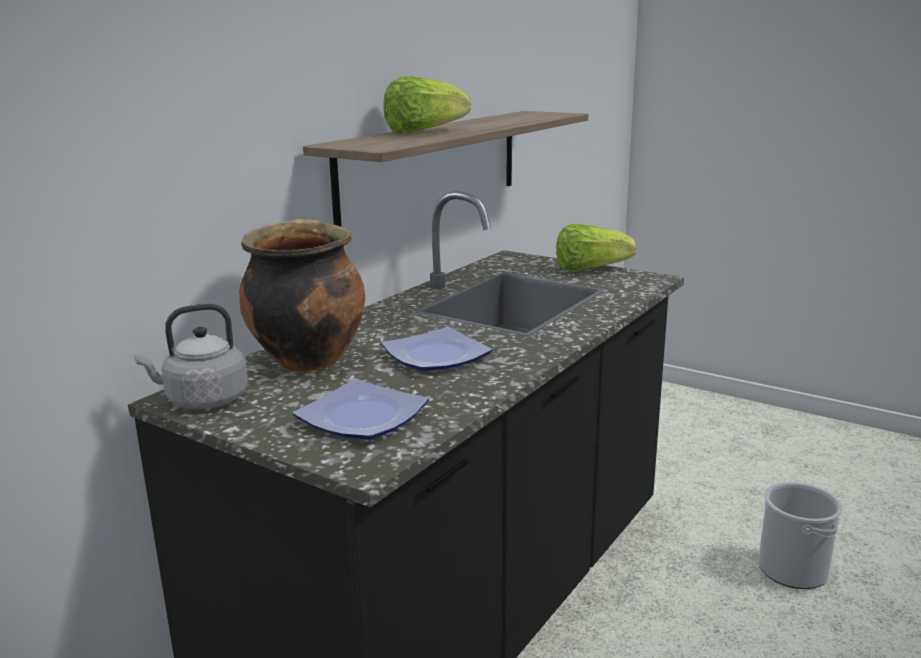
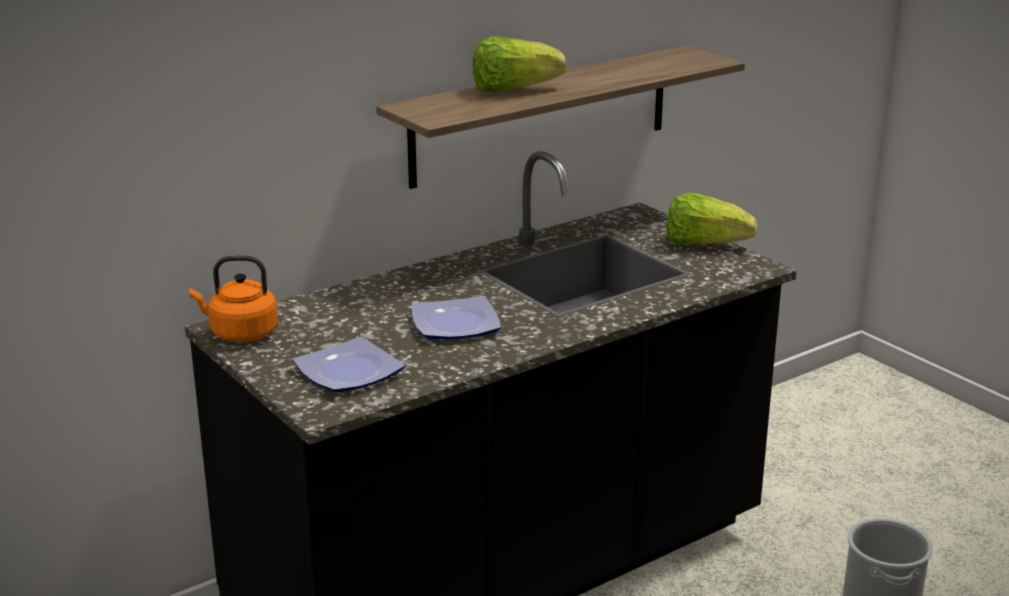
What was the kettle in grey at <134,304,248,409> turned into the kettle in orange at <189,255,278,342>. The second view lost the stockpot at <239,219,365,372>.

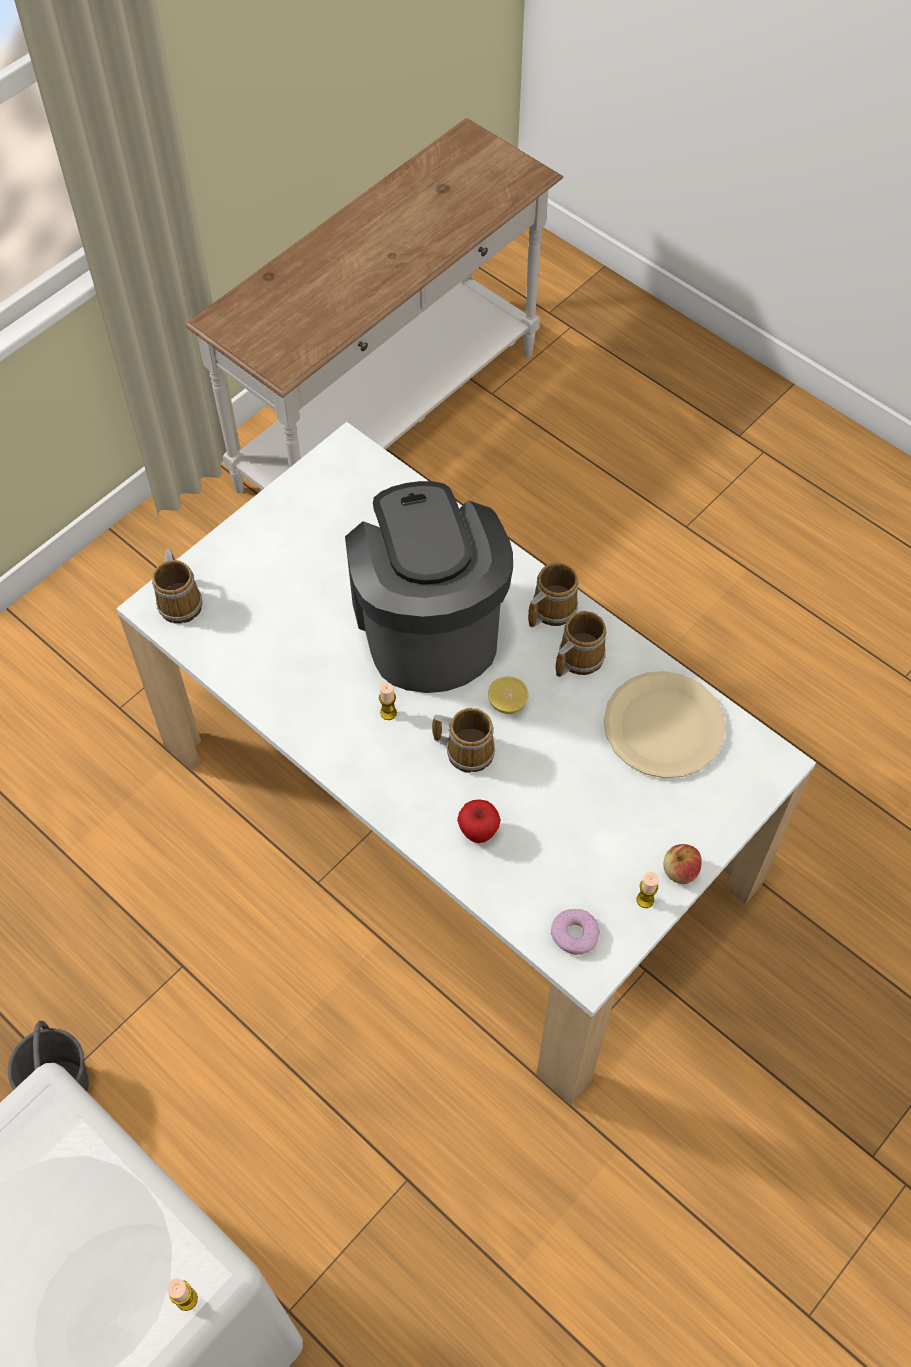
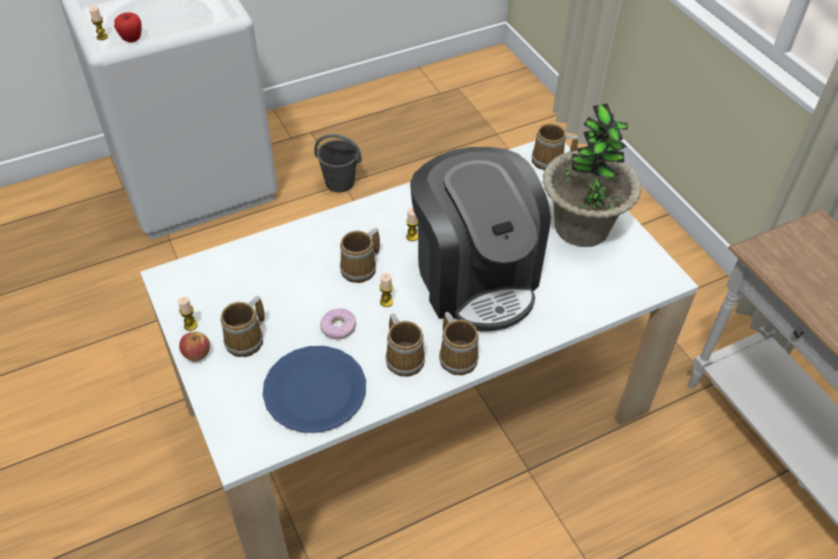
The coffee machine at <345,481,513,693> ended up facing another way, 60 degrees clockwise from before. The whole apple ended up elsewhere, having gone from <457,799,501,843> to <114,12,141,43>. Where the lemon stood at <488,677,529,714>, the candle came to stand at <379,273,393,307>. The doughnut ended up elsewhere, having gone from <551,909,600,955> to <320,308,356,339>. What was the plate in beige at <604,671,726,778> turned into the plate in blue-coloured at <263,346,366,433>. The second view gained the coffee mug at <220,296,265,357>. The second view gained the plant in a pot at <543,103,642,247>.

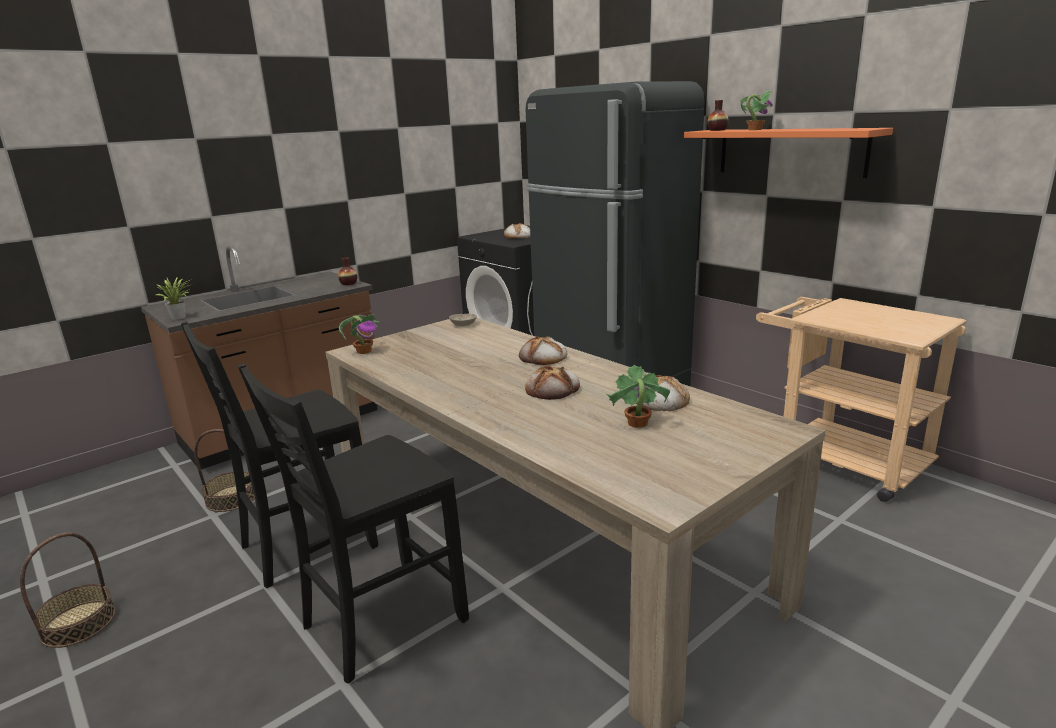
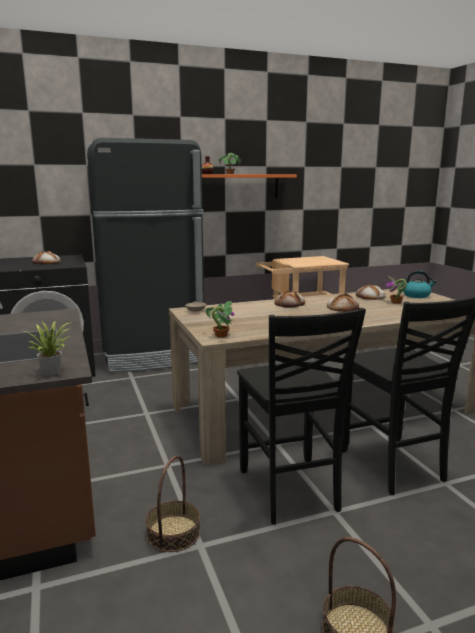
The second view lost the vase at <338,257,358,285>. The second view gained the kettle at <403,270,436,298>.

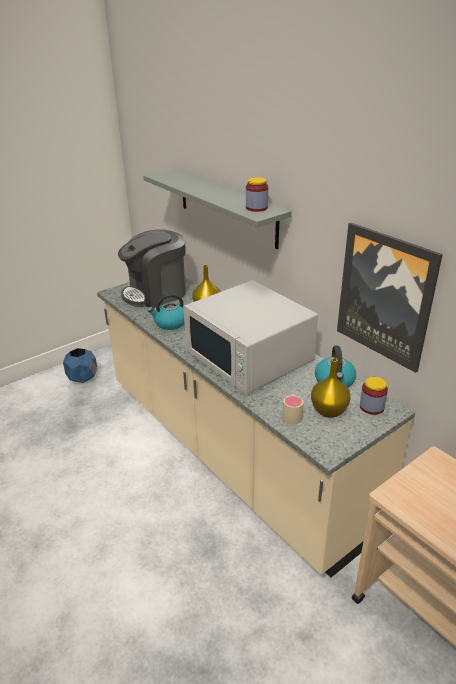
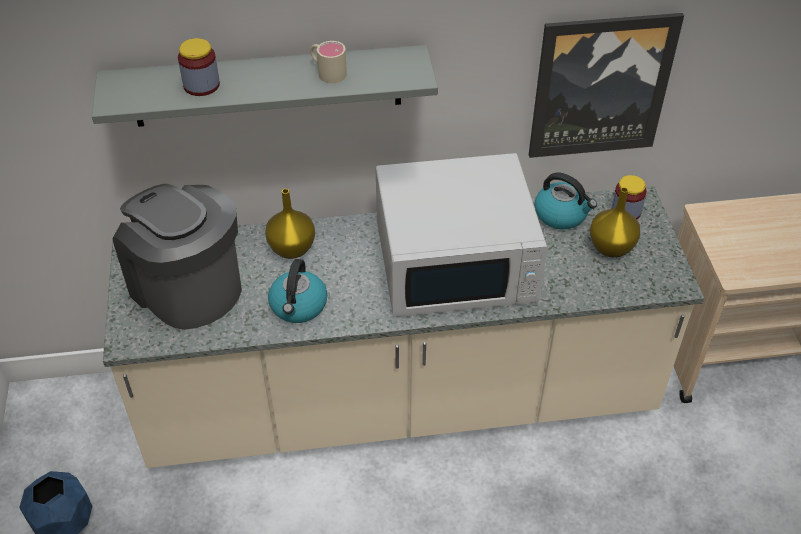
The coffee machine at <118,229,186,307> ended up facing another way, 135 degrees clockwise from before. The preserve jar ended up elsewhere, having gone from <246,177,268,212> to <178,38,220,96>. The coffee mug in beige ended up elsewhere, having gone from <283,394,304,424> to <310,41,347,83>.

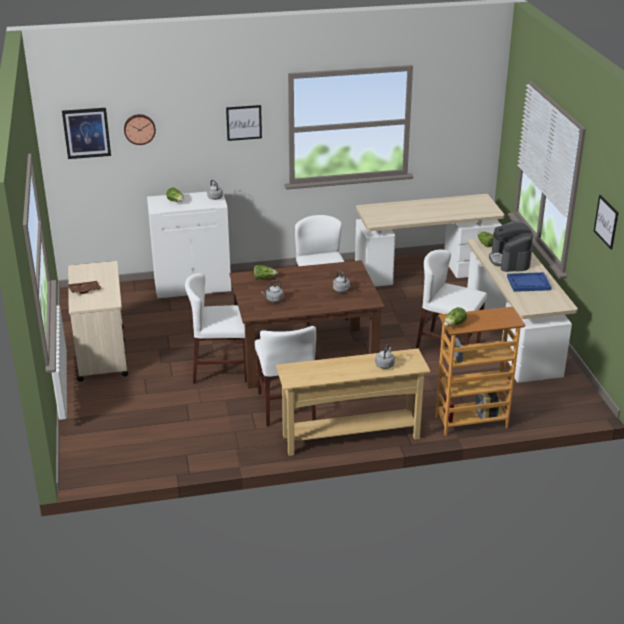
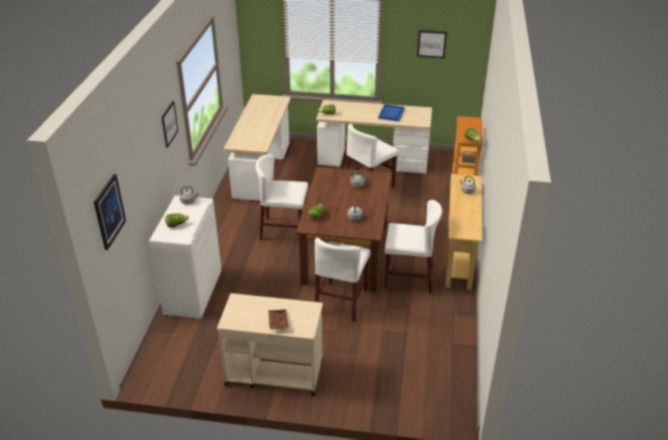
The second view lost the clock on the wall at <124,114,156,145>. The second view lost the coffee machine at <489,221,533,272>.

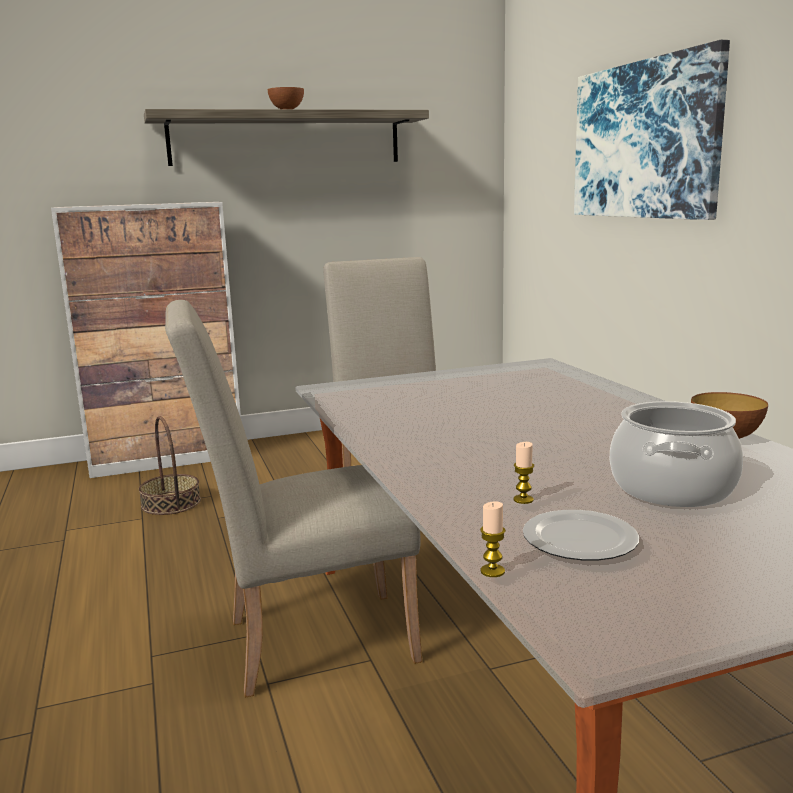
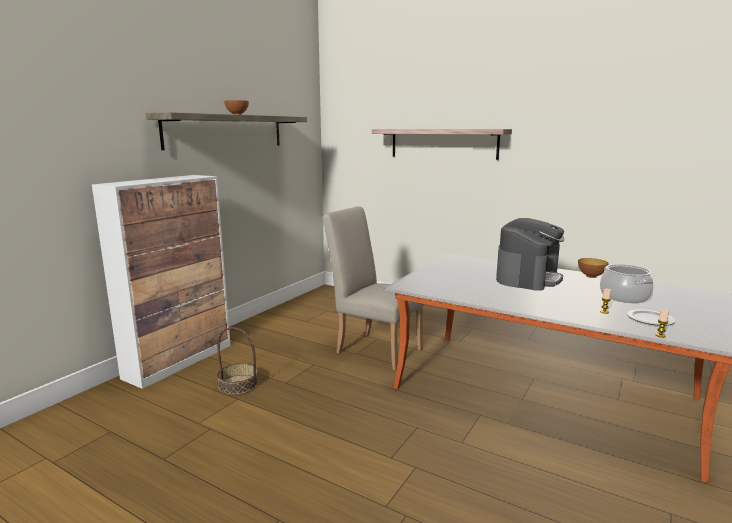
The second view lost the chair in beige at <165,300,422,698>. Where the wall picture hung at <574,40,730,220>, the bracket shelf came to hang at <372,129,512,160>. The second view gained the coffee machine at <496,218,565,291>.

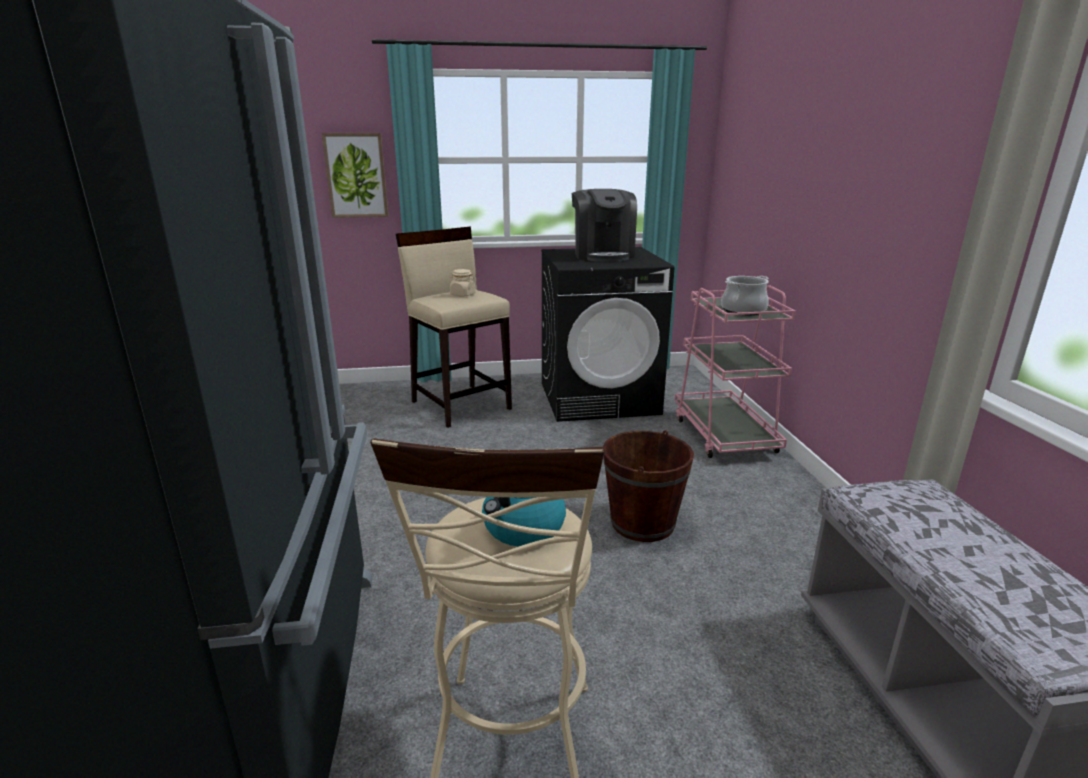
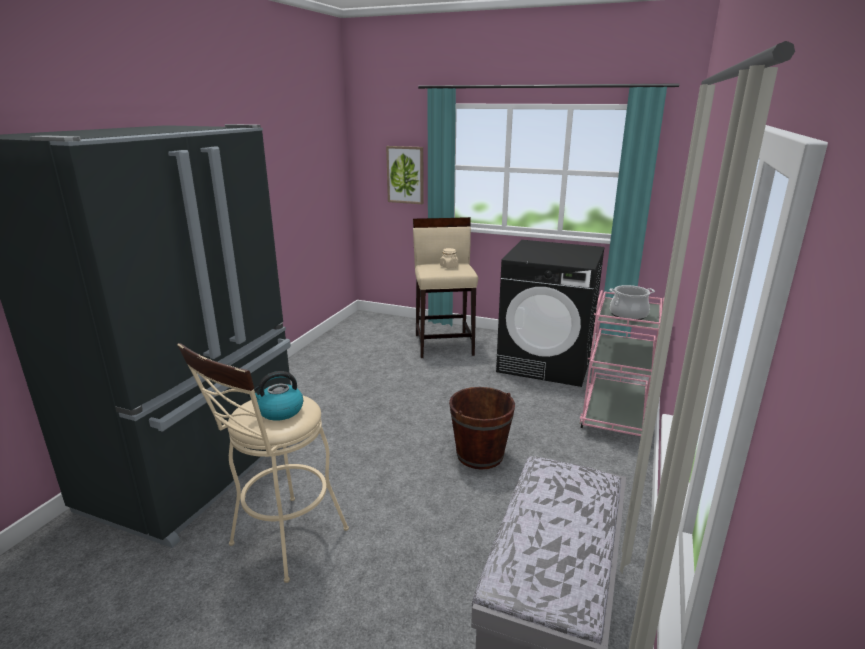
The second view lost the coffee machine at <572,189,637,262>.

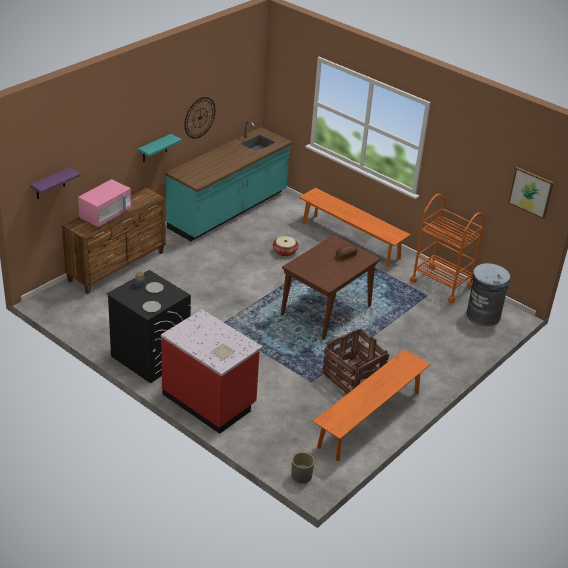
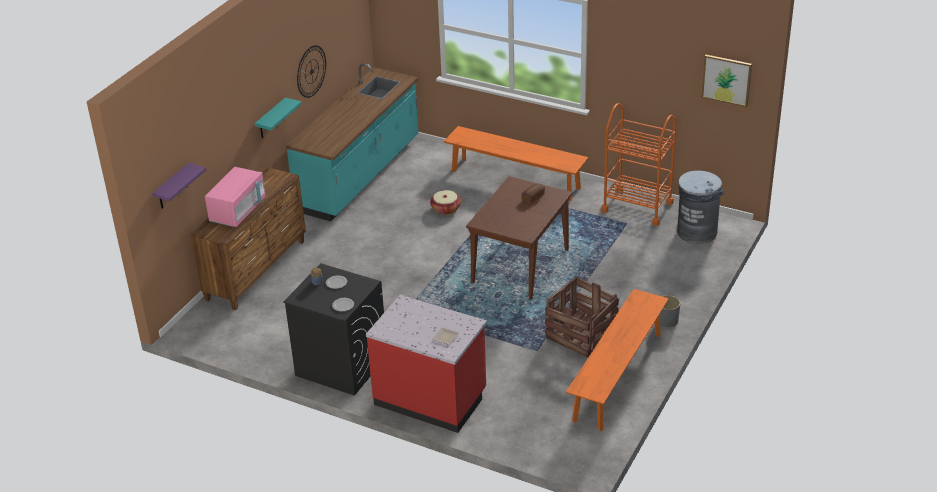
The flower pot in grey ended up elsewhere, having gone from <291,452,315,484> to <660,295,680,327>.

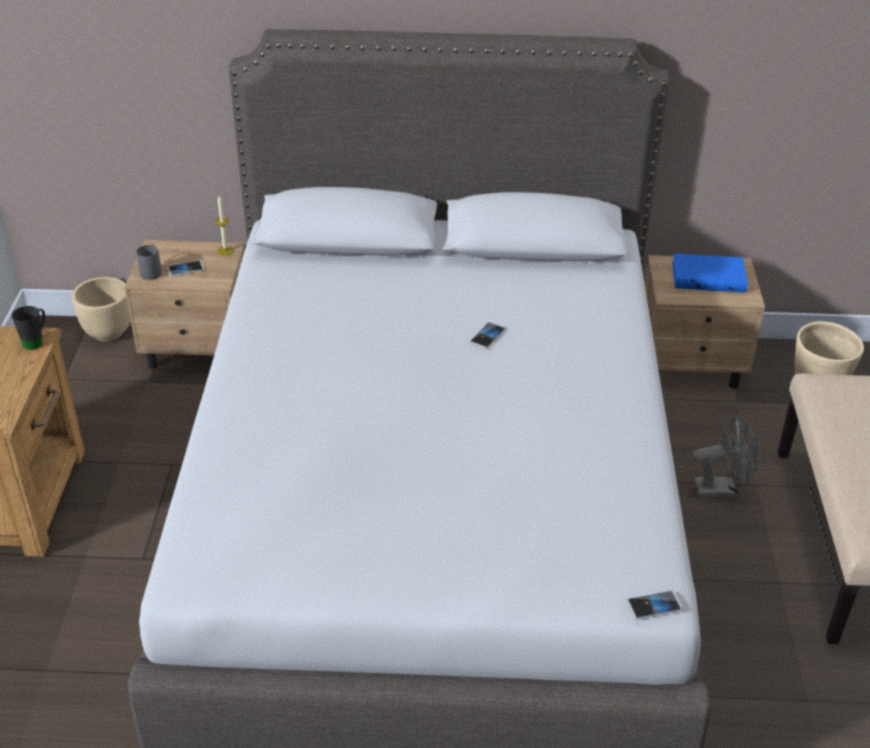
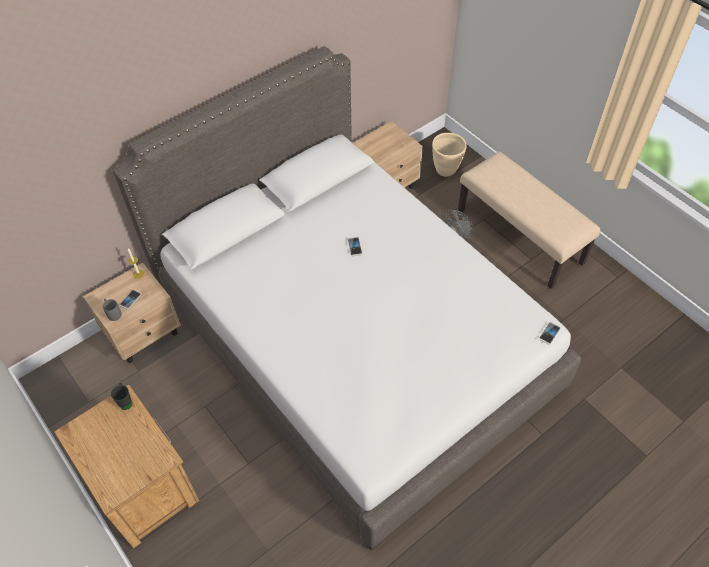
The second view lost the flower pot in beige at <72,277,131,342>. The second view lost the book in blue-coloured at <672,253,748,293>.

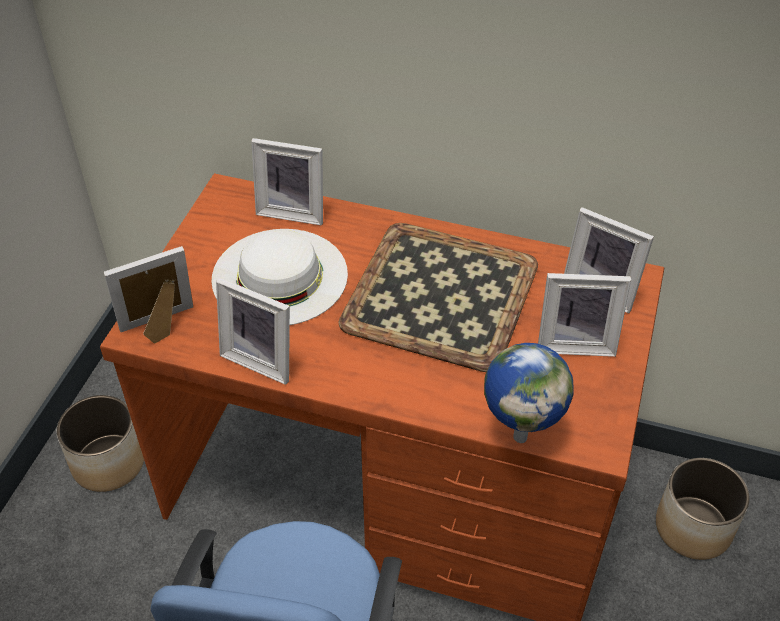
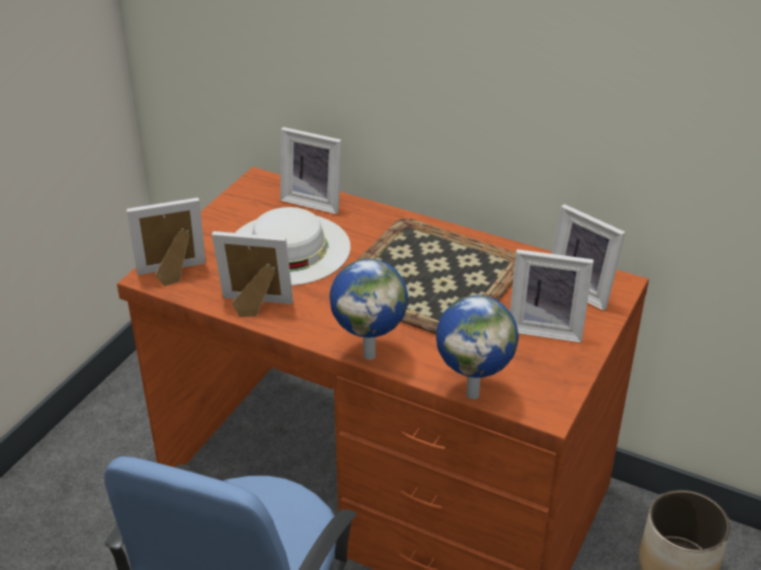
The second view lost the flower pot at <57,395,144,492>. The photo frame at <216,277,290,385> ended up facing another way, 150 degrees clockwise from before. The second view gained the world globe at <330,259,409,360>.

